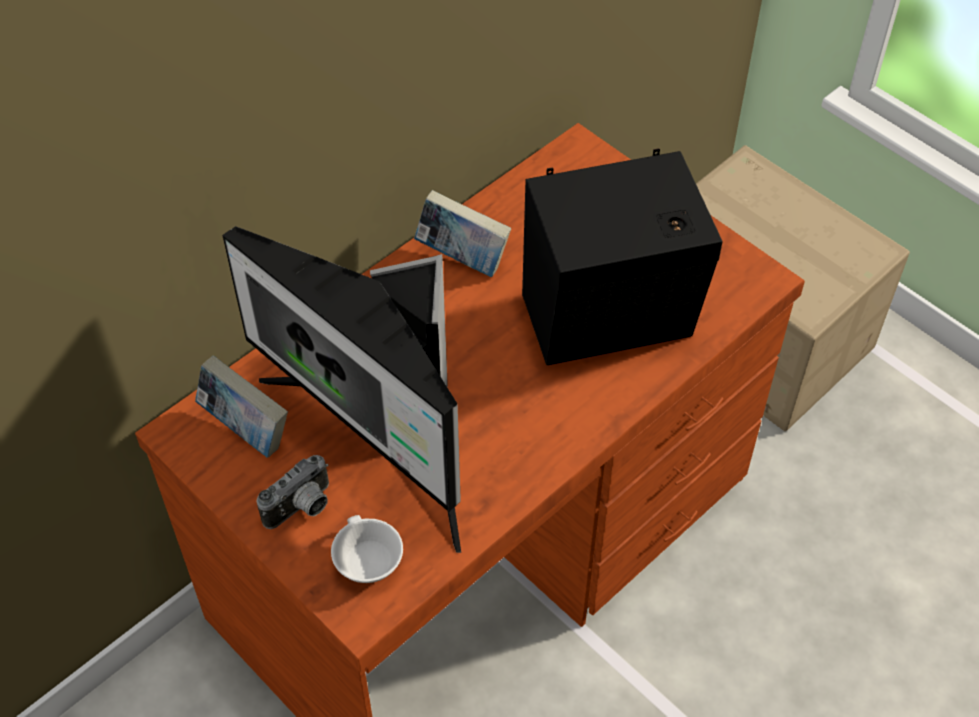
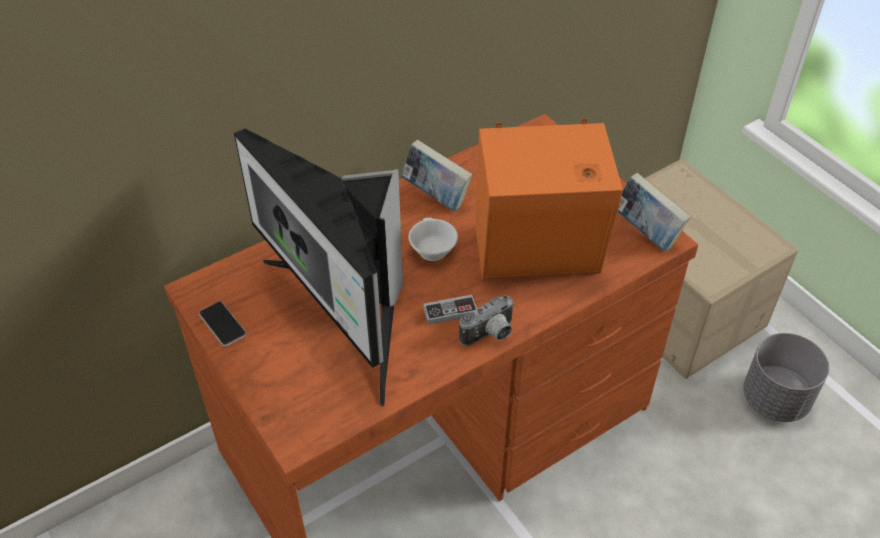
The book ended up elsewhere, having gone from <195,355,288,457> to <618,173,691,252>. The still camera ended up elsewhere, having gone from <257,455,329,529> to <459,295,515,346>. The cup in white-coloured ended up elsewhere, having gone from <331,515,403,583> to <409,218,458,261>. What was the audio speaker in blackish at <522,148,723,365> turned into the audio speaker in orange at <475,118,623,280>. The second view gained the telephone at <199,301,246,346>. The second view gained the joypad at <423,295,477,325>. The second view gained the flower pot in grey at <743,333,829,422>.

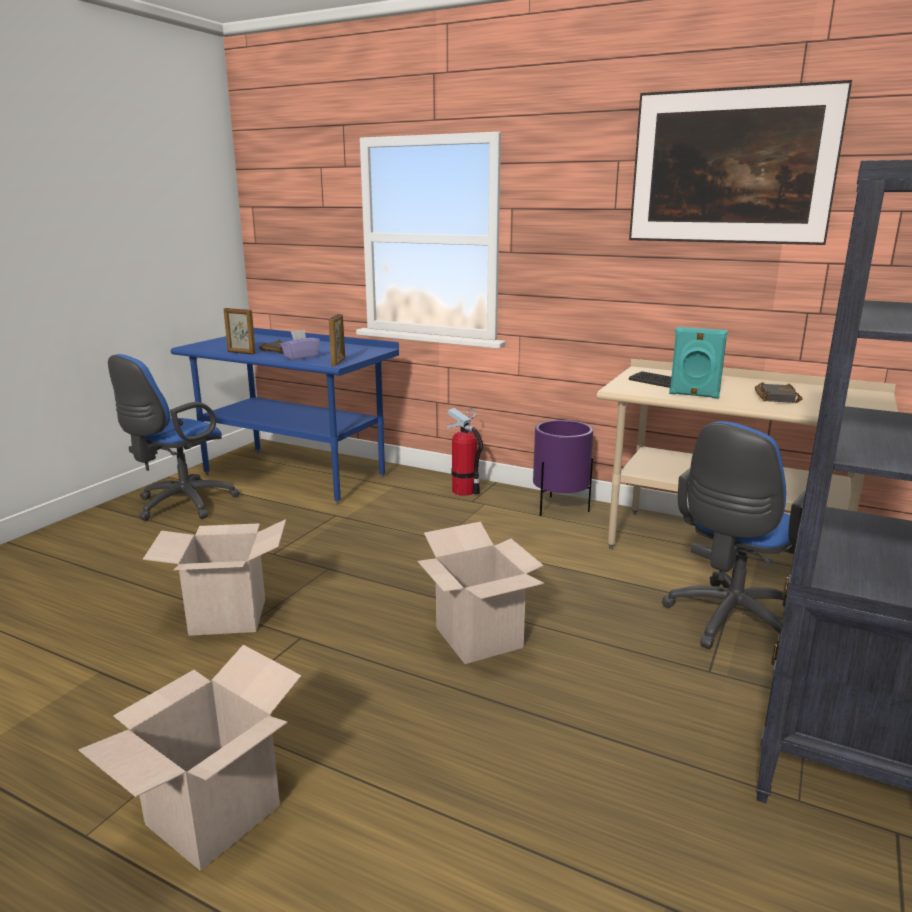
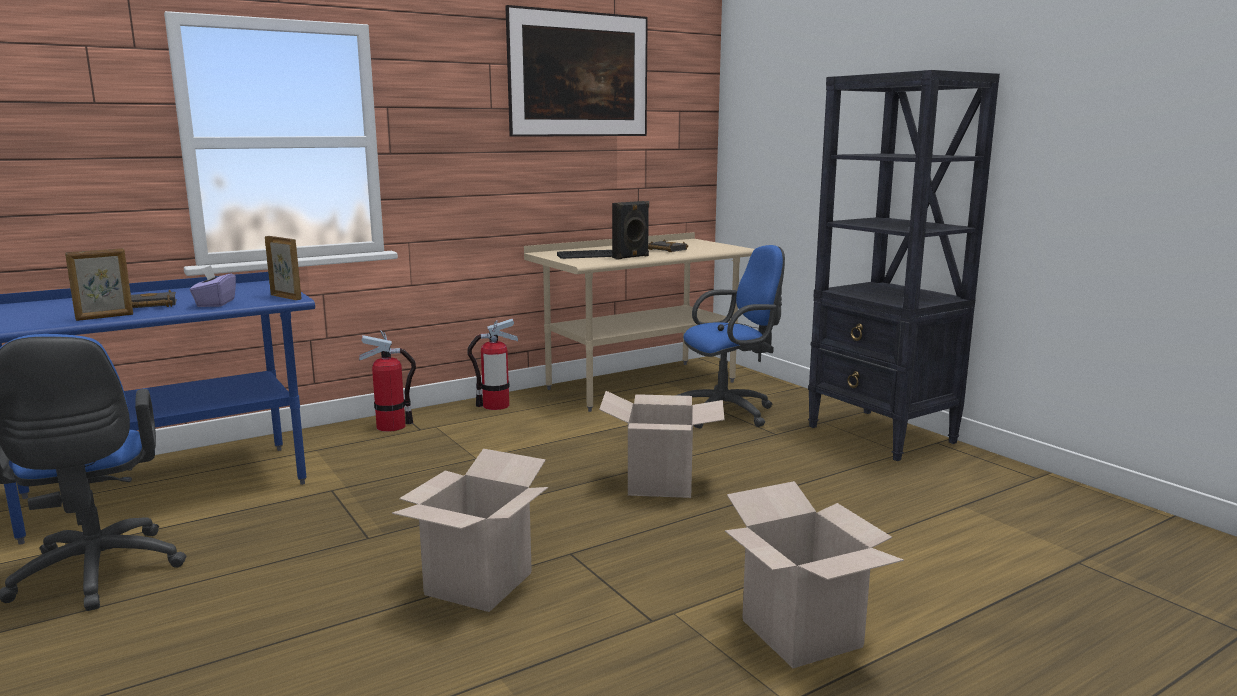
Where the flower pot in purple-coloured stood at <533,420,593,516>, the fire extinguisher came to stand at <468,318,518,410>. The desk chair in blue-coloured at <662,421,806,649> ended up facing another way, 90 degrees counterclockwise from before. What was the audio speaker in turquoise at <669,327,728,399> turned into the audio speaker in blackish at <612,201,649,260>.

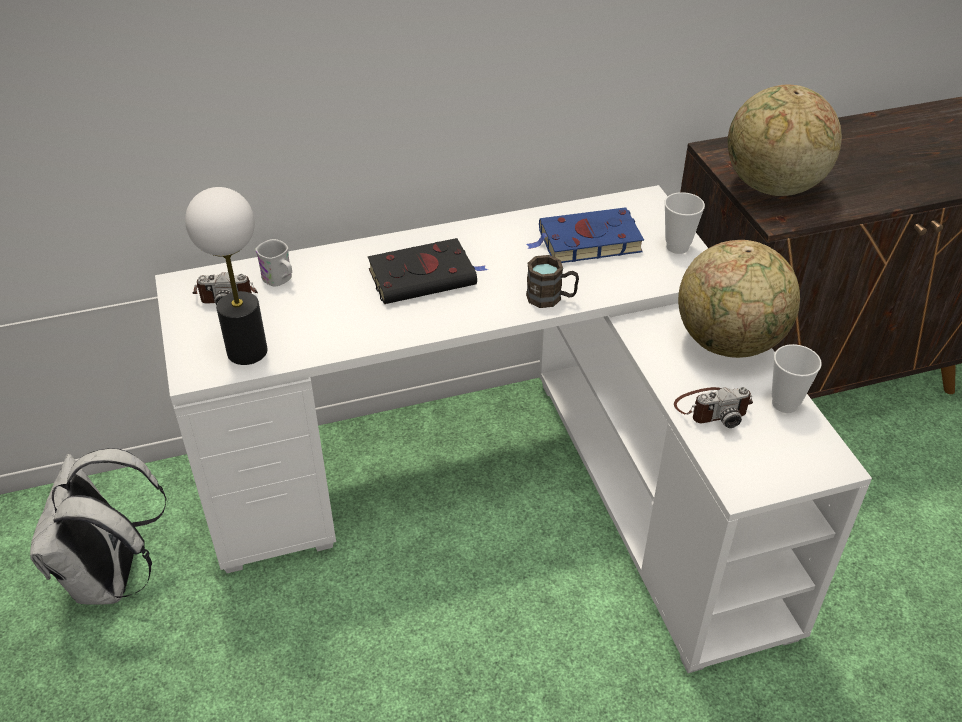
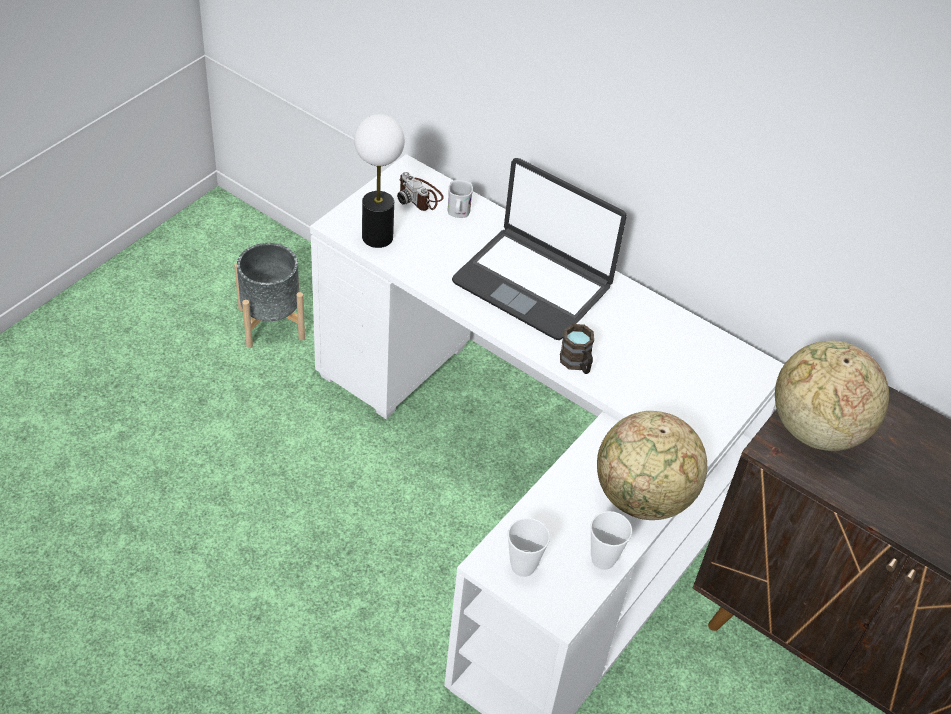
Where the knapsack in white-coloured stood at <30,448,167,605>, the flower pot in grey came to stand at <234,243,305,348>. Where the book in blackish stood at <368,238,488,304>, the laptop came to stand at <452,158,627,340>. The second view lost the book in blue-coloured at <526,207,644,263>. The cup ended up elsewhere, having gone from <664,192,705,254> to <508,518,550,577>. The second view lost the still camera at <674,387,753,428>.

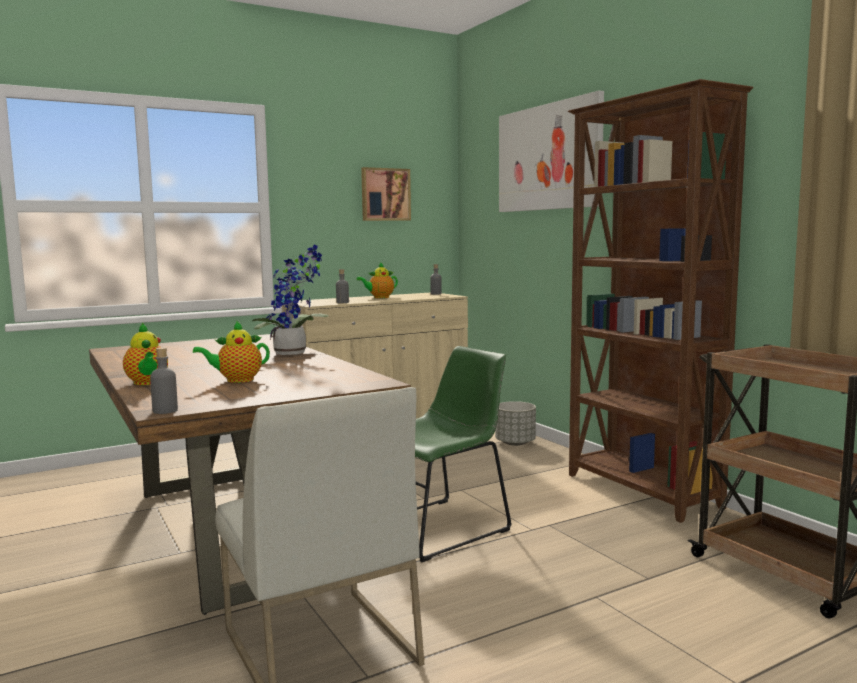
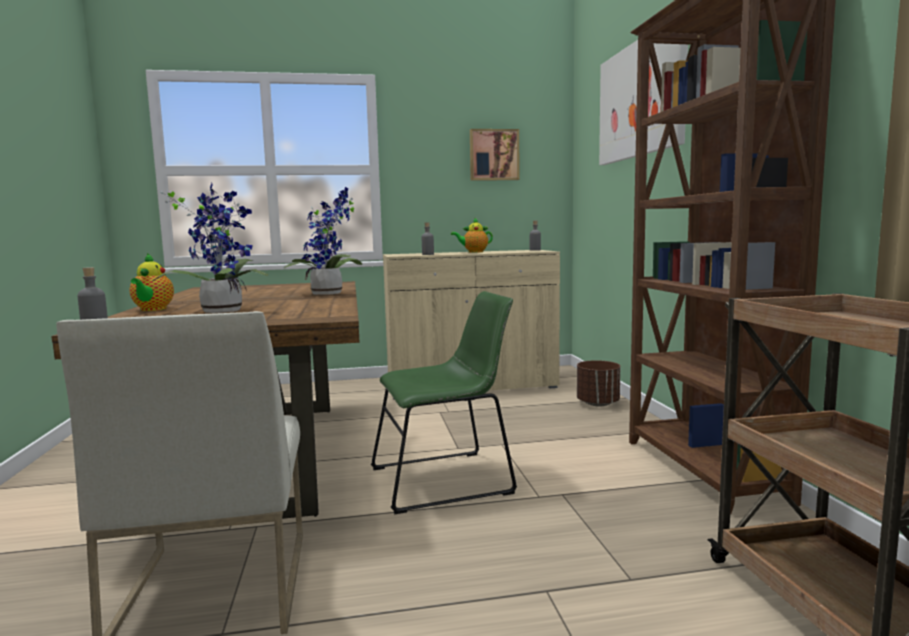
Where the tea pot stood at <193,321,270,383>, the plant in a pot came to stand at <153,183,269,313>. What was the flower pot in grey at <495,401,536,446> turned into the flower pot in brown at <577,360,620,407>.

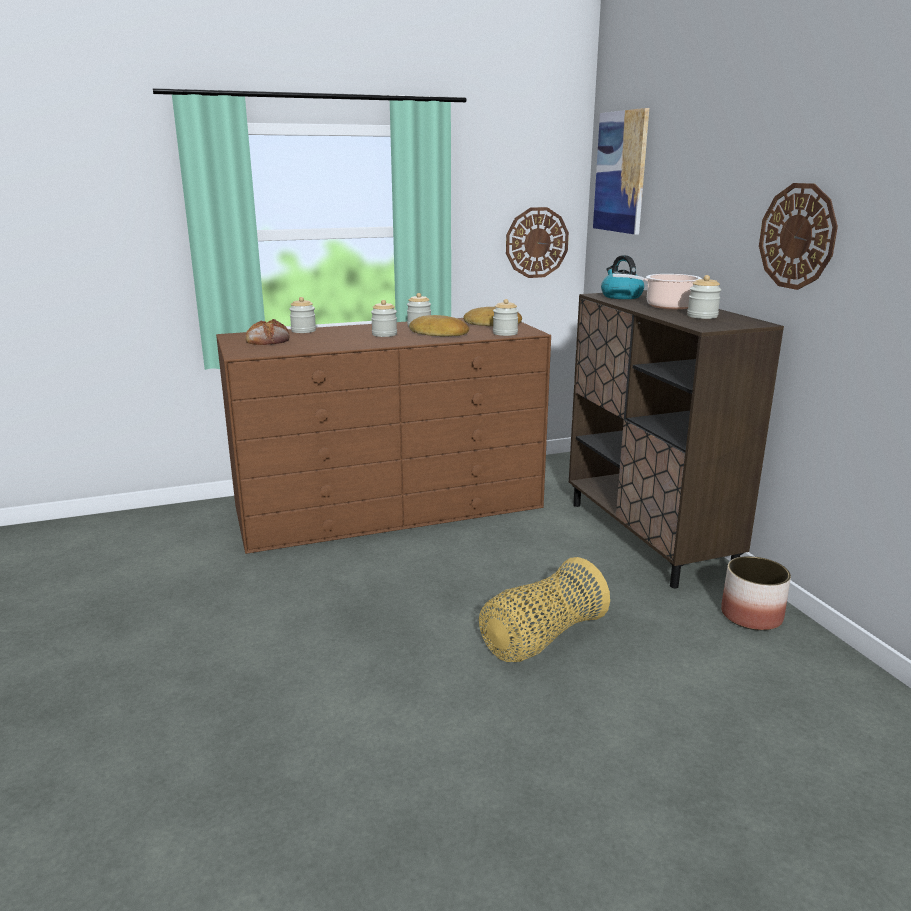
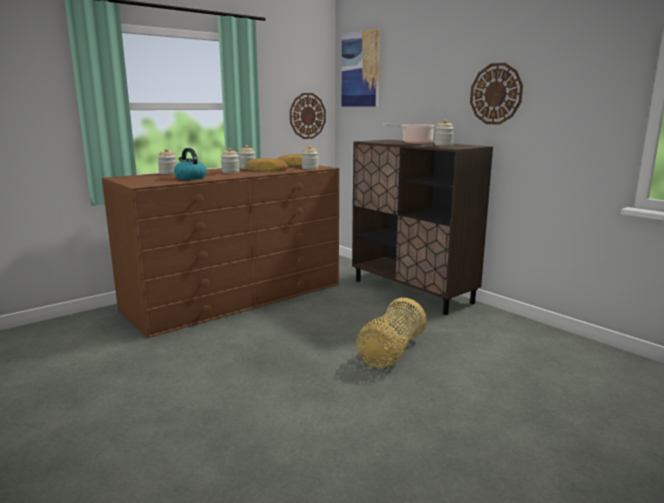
The second view lost the bread at <245,319,289,345>. The kettle ended up elsewhere, having gone from <601,255,644,299> to <174,148,207,180>. The second view lost the flower pot at <721,556,791,630>.

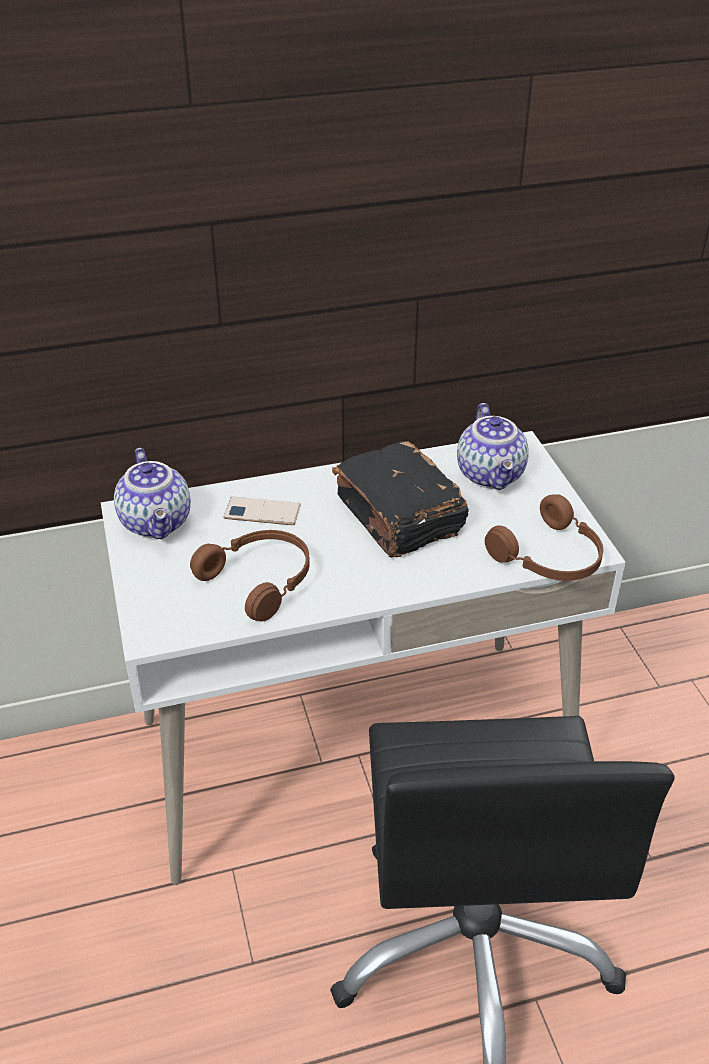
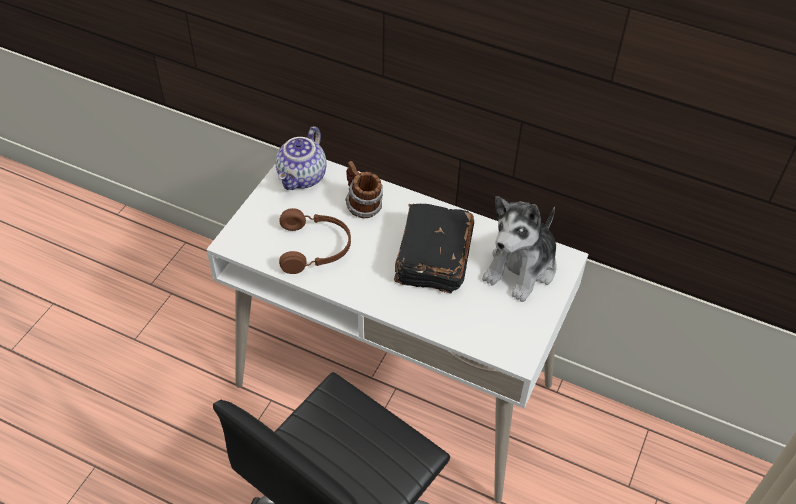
Where the telephone stood at <224,497,301,525>, the coffee mug came to stand at <345,161,383,218>. Where the tea pot stood at <457,403,529,490>, the plush toy came to stand at <482,196,557,302>. The second view lost the headset in brown at <485,494,603,581>.

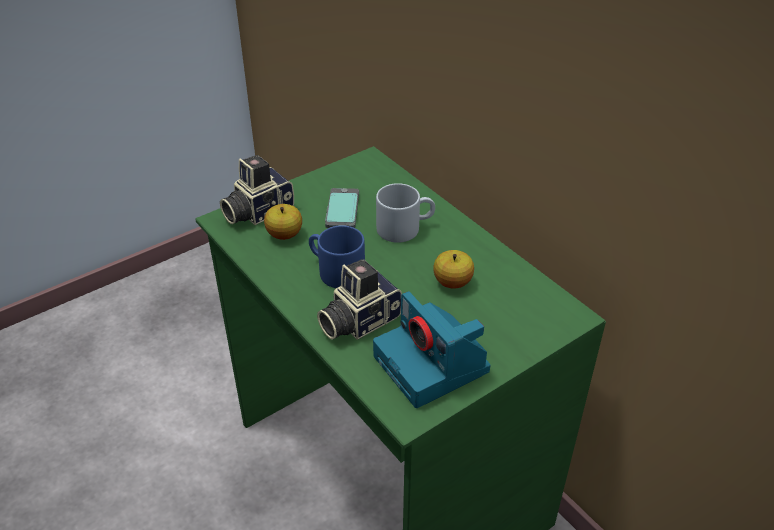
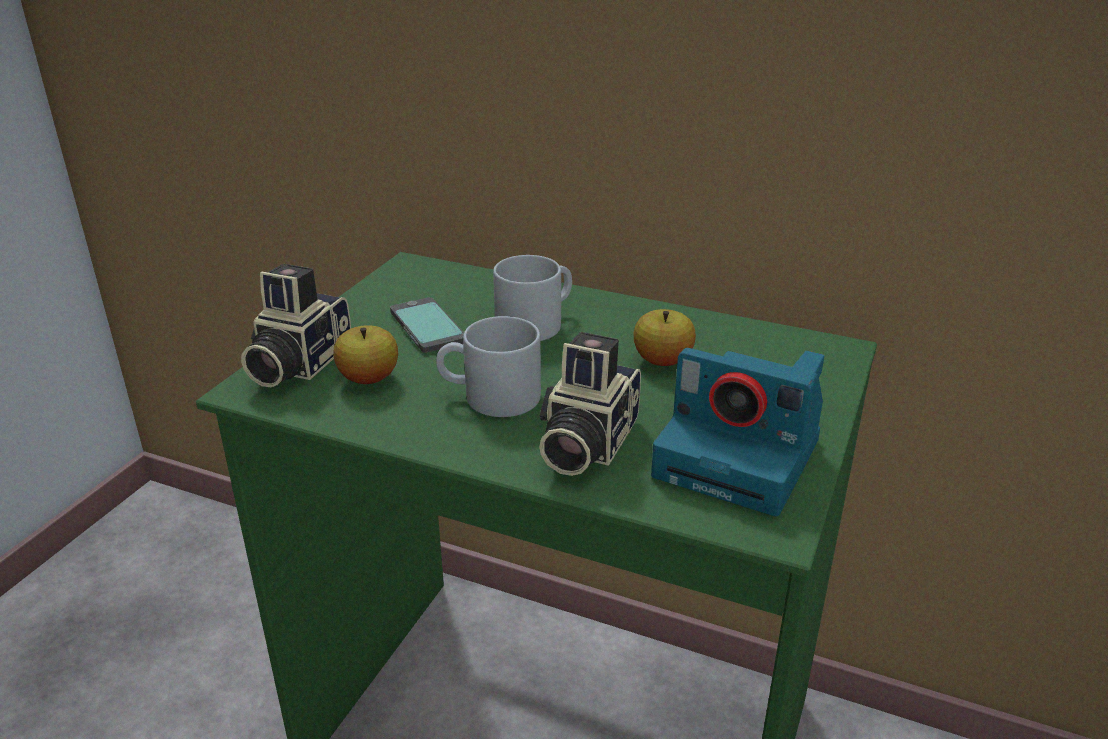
What was the coffee mug in blue-coloured at <309,225,365,288> turned into the coffee mug in grey at <436,316,541,417>.

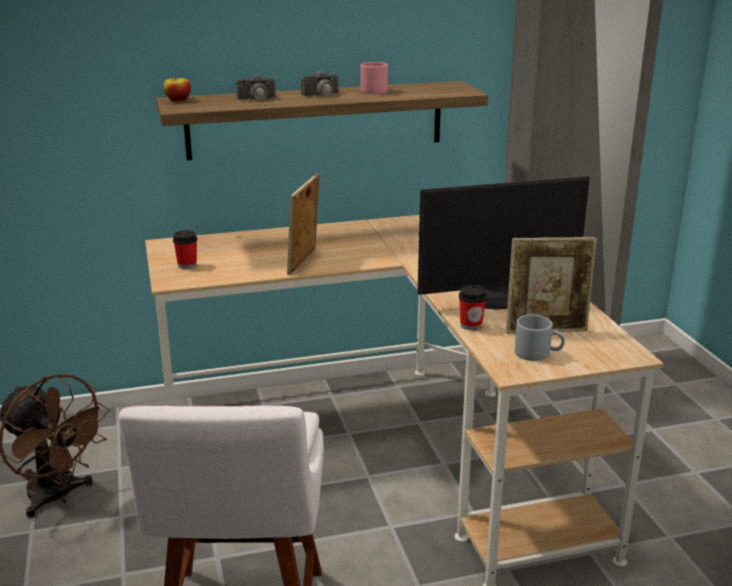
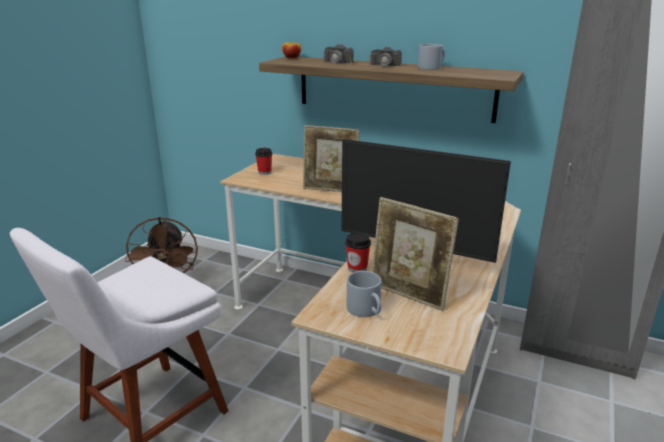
The photo frame at <287,173,319,275> ended up facing another way, 135 degrees counterclockwise from before. What was the coffee mug in pink at <360,62,388,94> turned into the coffee mug in grey at <418,44,445,70>.

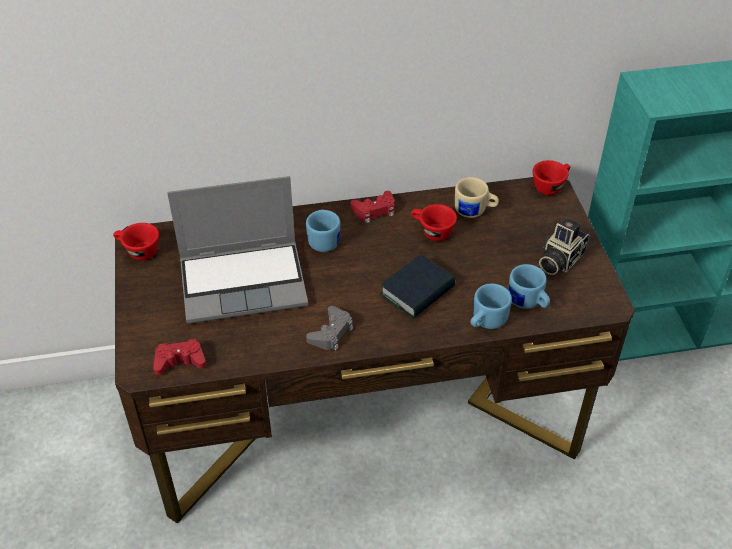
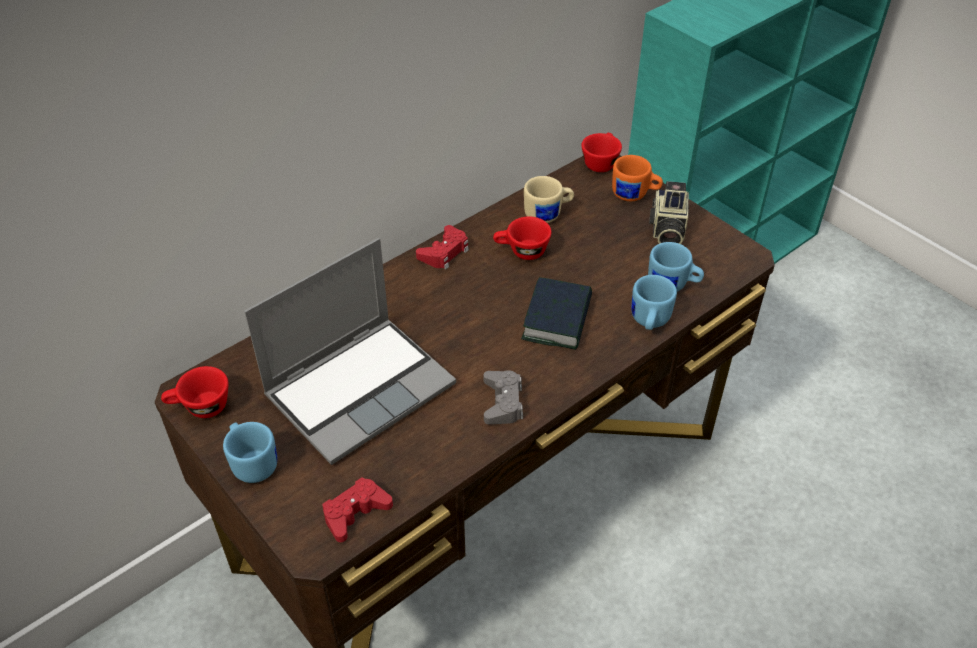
The coffee mug in blue-coloured ended up elsewhere, having gone from <306,210,341,252> to <223,422,277,483>. The second view gained the coffee mug in orange at <612,155,663,201>.

